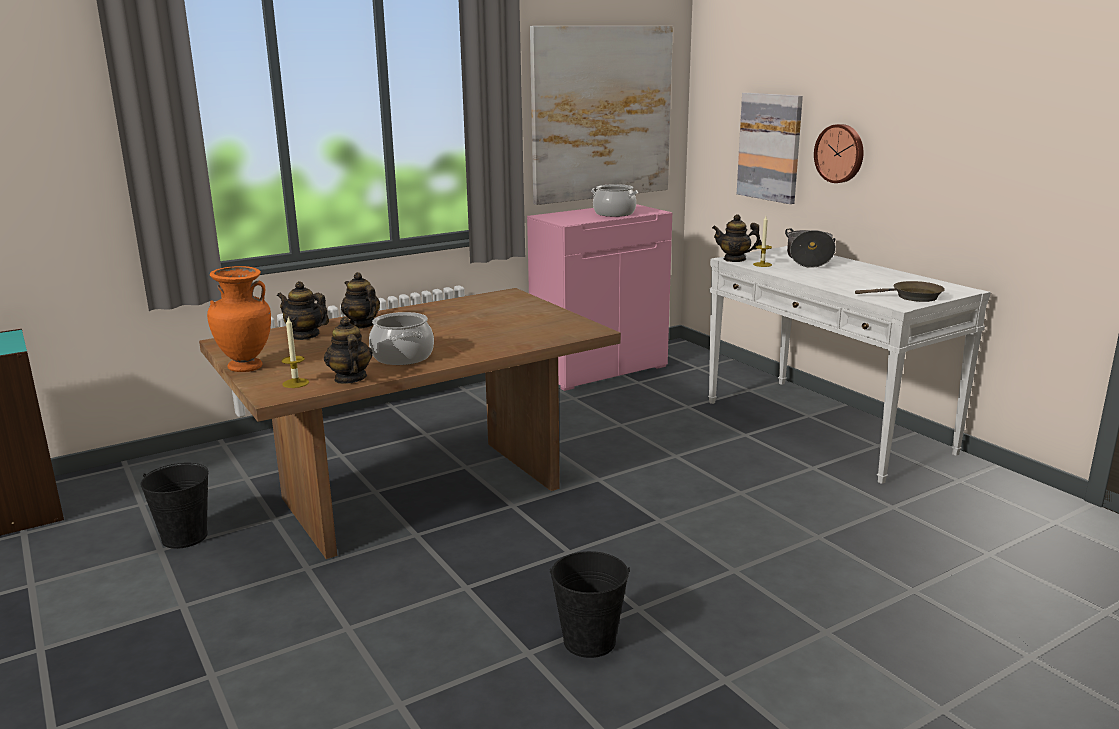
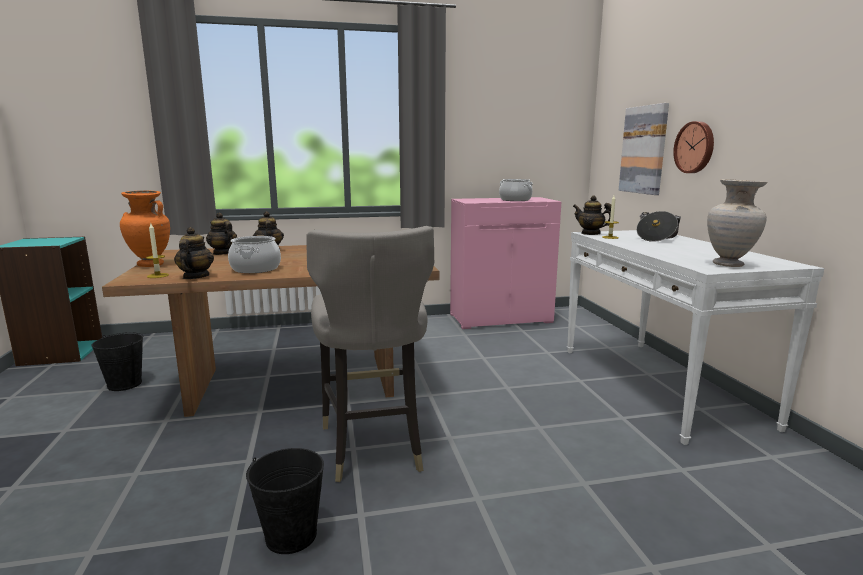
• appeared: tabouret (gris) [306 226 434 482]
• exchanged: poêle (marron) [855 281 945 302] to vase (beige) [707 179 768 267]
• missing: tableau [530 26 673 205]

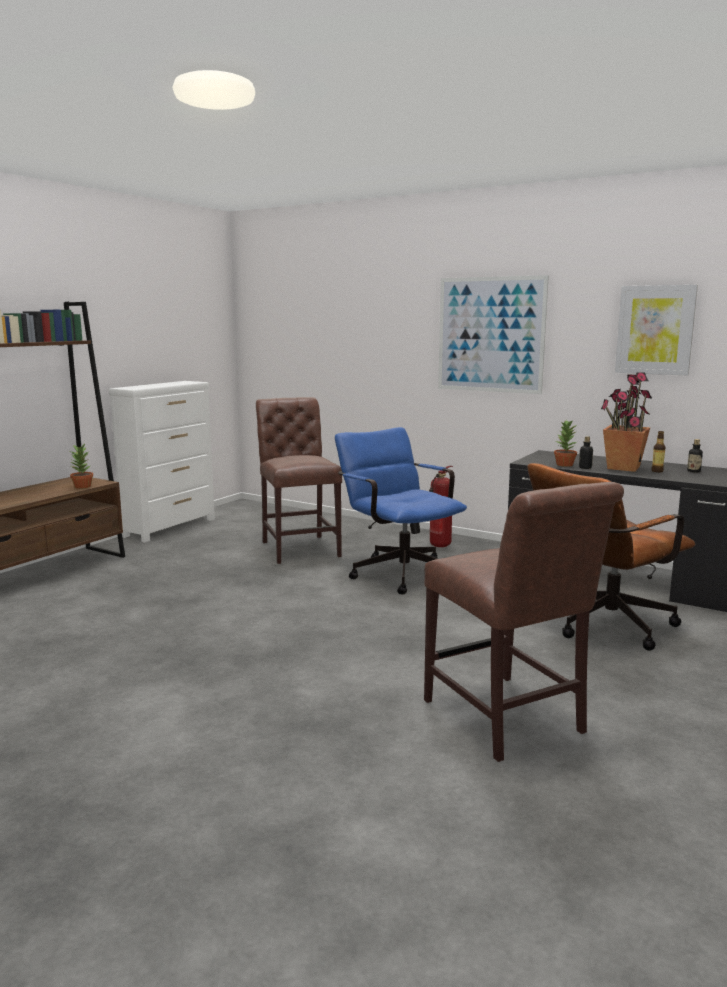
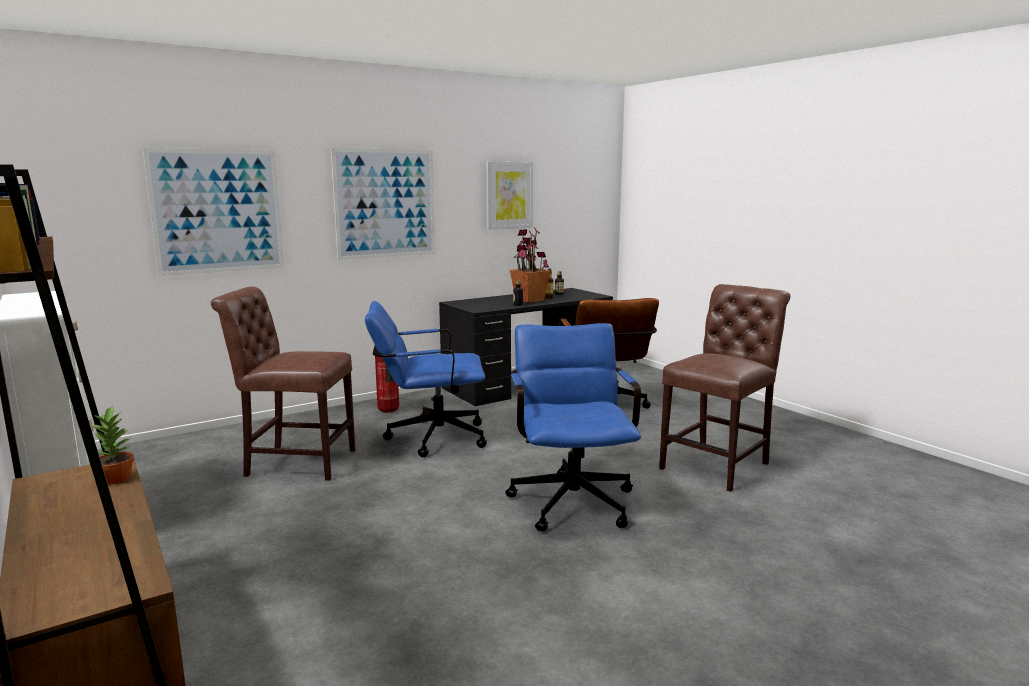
• appeared: tableau [143 148 284 276]
• appeared: chaise de bureau (bleu) [505 323 641 532]
• spun: chaise (marron) [424 482 624 762] = [659 284 790 492] 45 degrees counterclockwise
• missing: plante en pot [554 420 577 467]

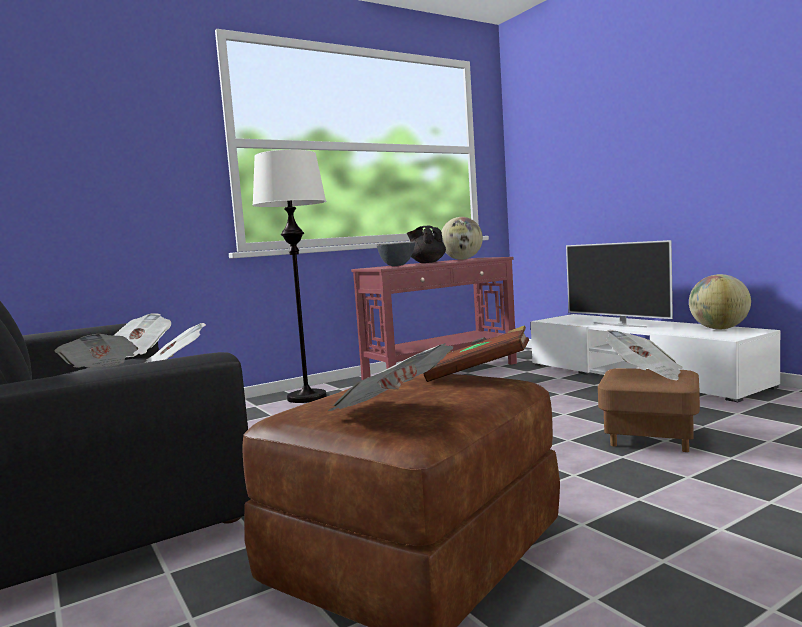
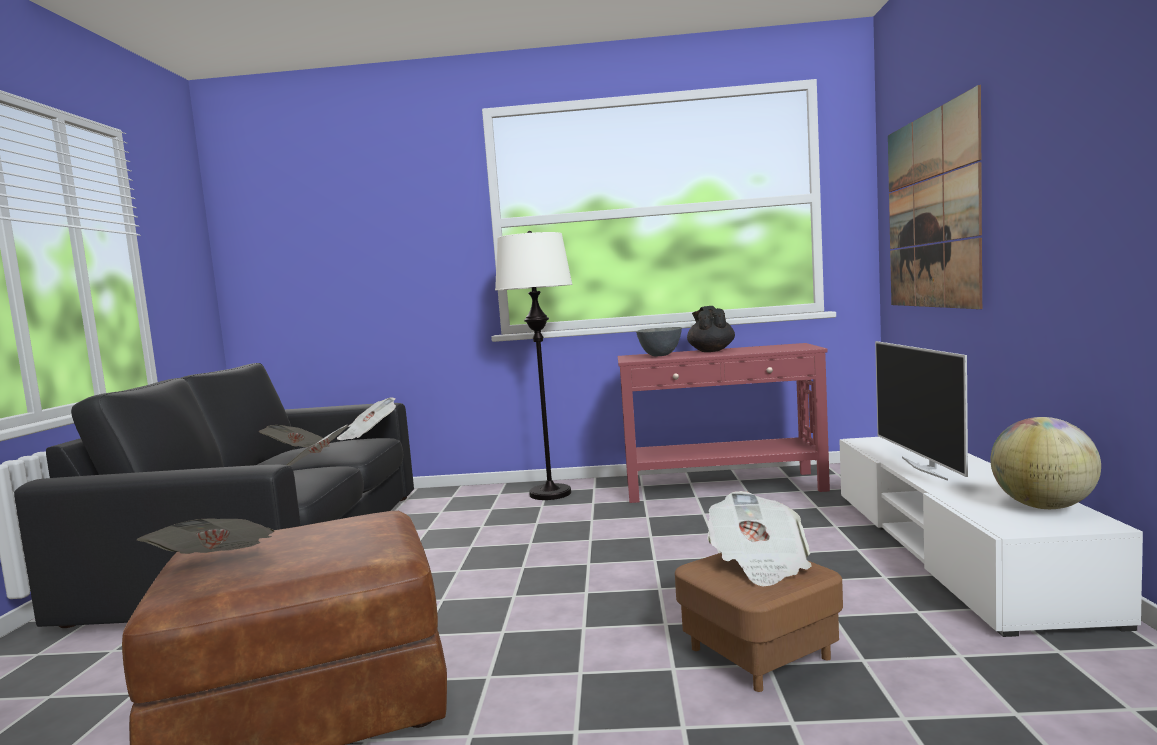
• appeared: tableau [888 85 982 309]
• missing: livre (marron) [423 326 529 382]
• missing: globe [441 217 483 260]

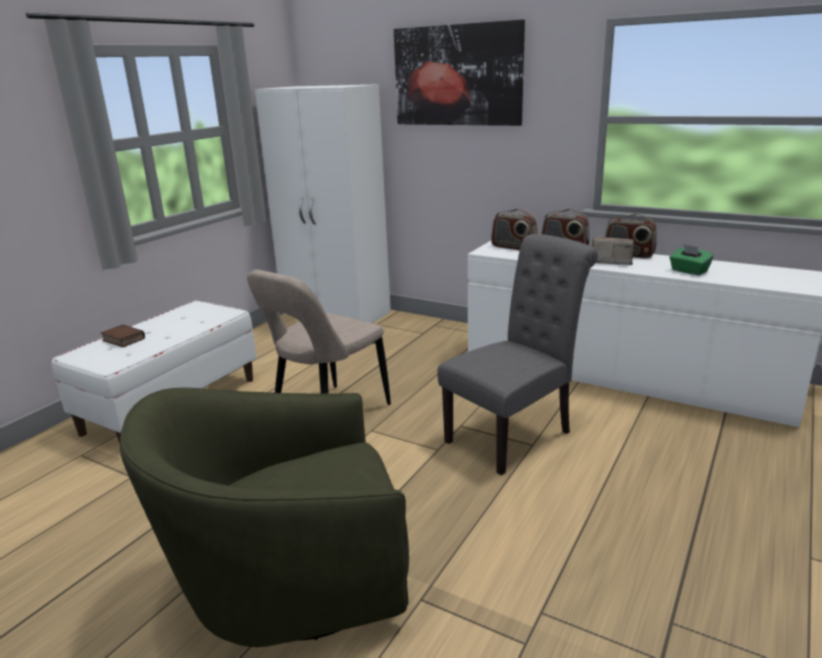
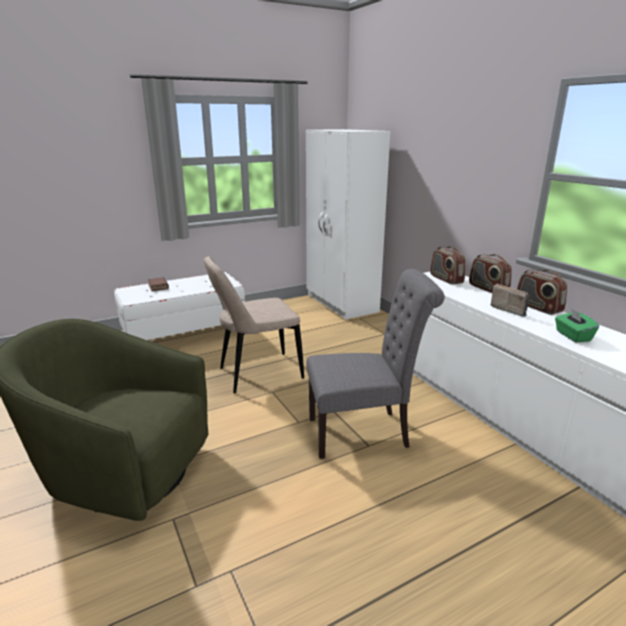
• missing: tableau [394 19 525 126]

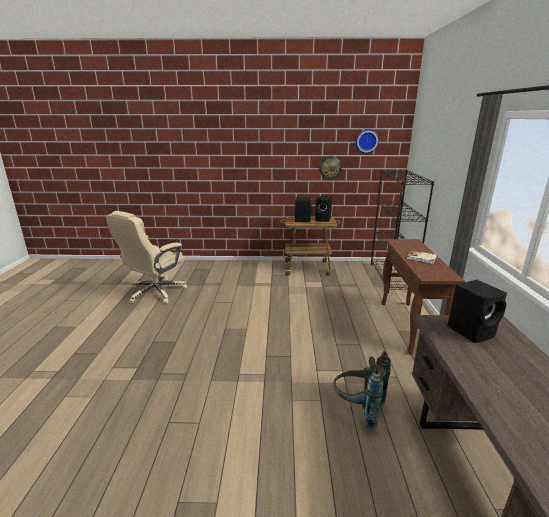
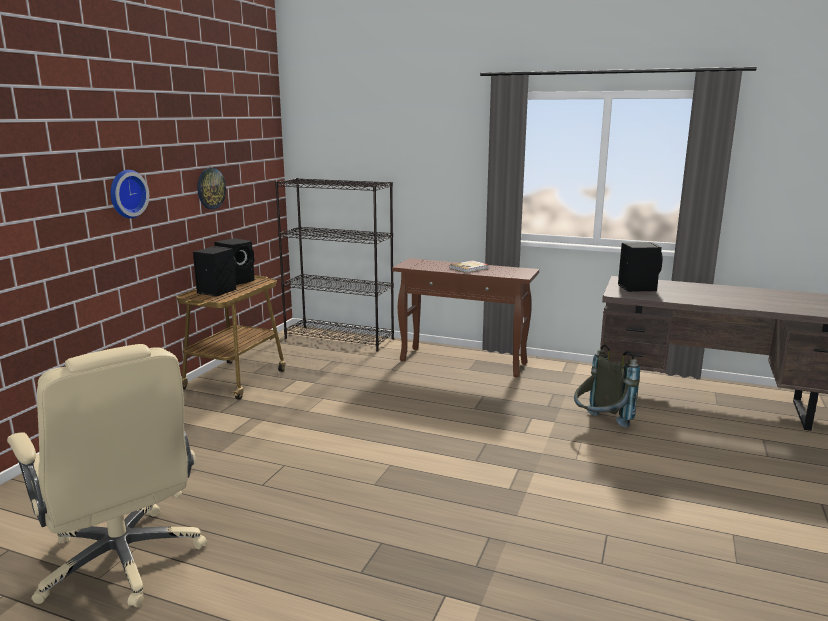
• relocated: horloge murale [356 129 379 153] to [111 170 149 219]

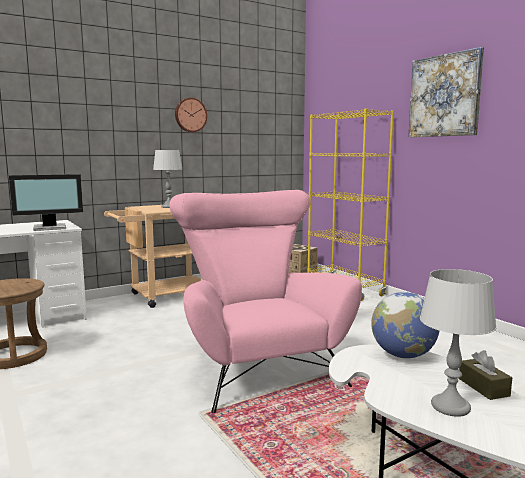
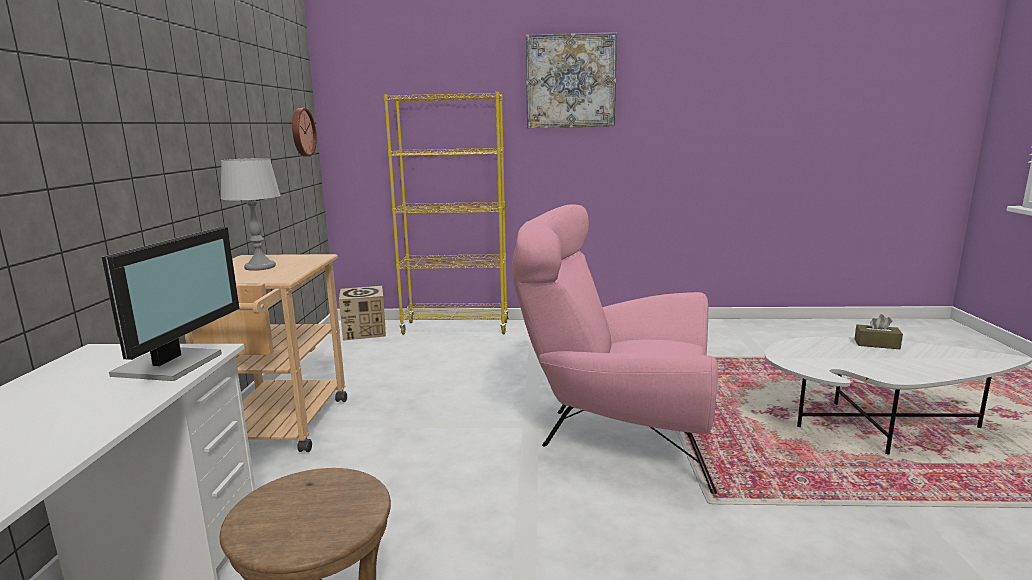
• relocated: horloge murale [175 98 207 132] to [292 108 317 157]
• missing: globe [371 292 439 359]
• missing: lampe de table (gris) [420 269 497 417]

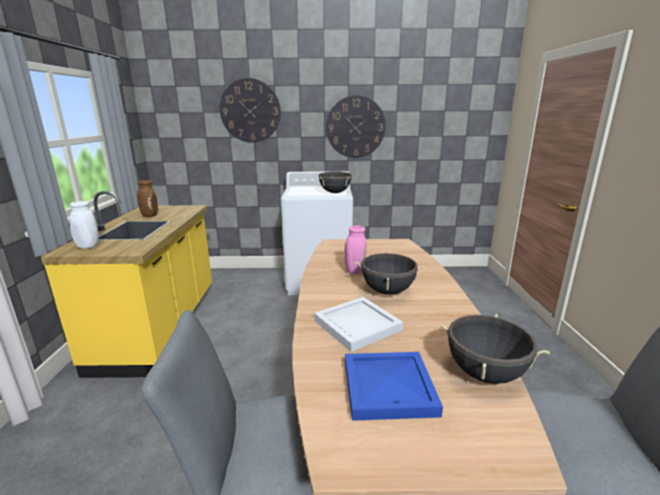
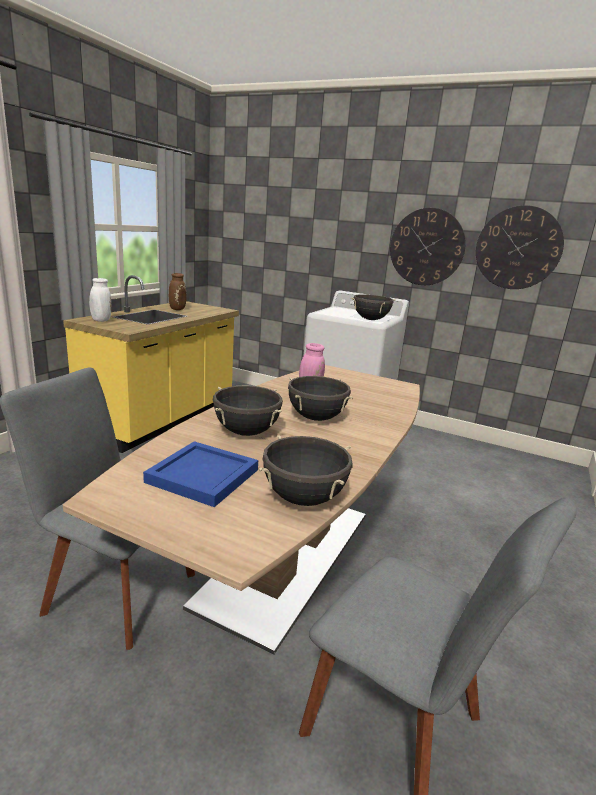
• exchanged: plateau (blanc) [314 297 403 352] to marmite (noir) [213 386 283 436]
• relocated: horloge murale [220 78 281 143] to [476 205 564 289]

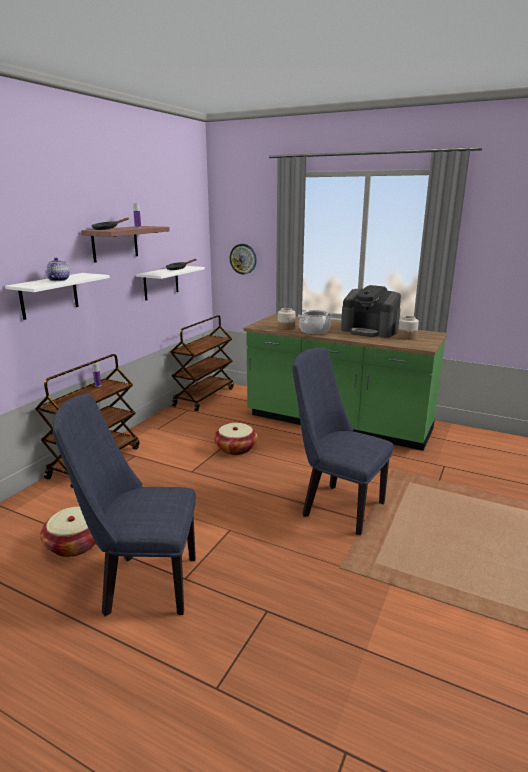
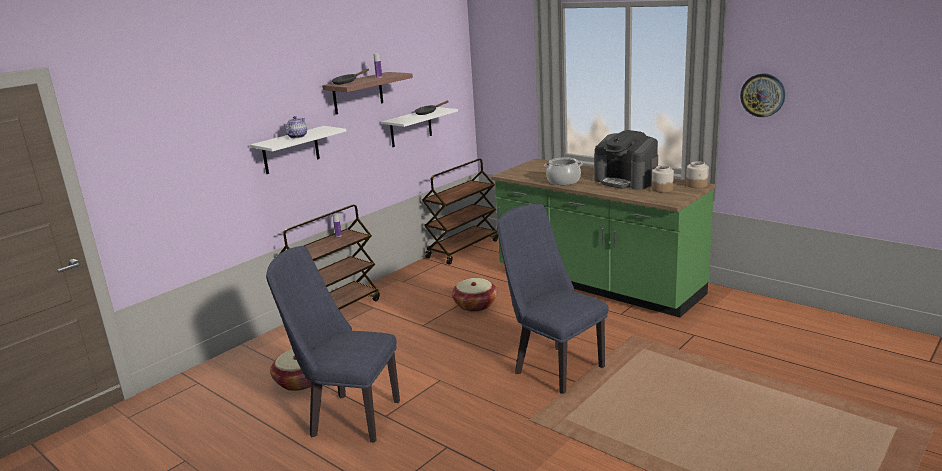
• relocated: bocal [278 308 295 330] to [686 161 709 188]
• relocated: horloge murale [229 244 257 275] to [740 73 785 117]

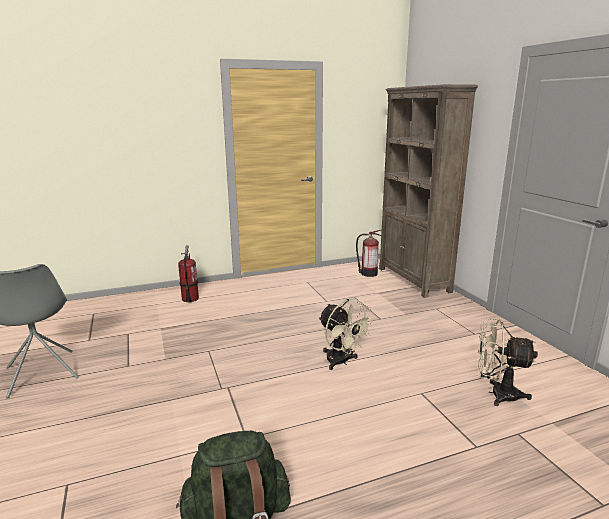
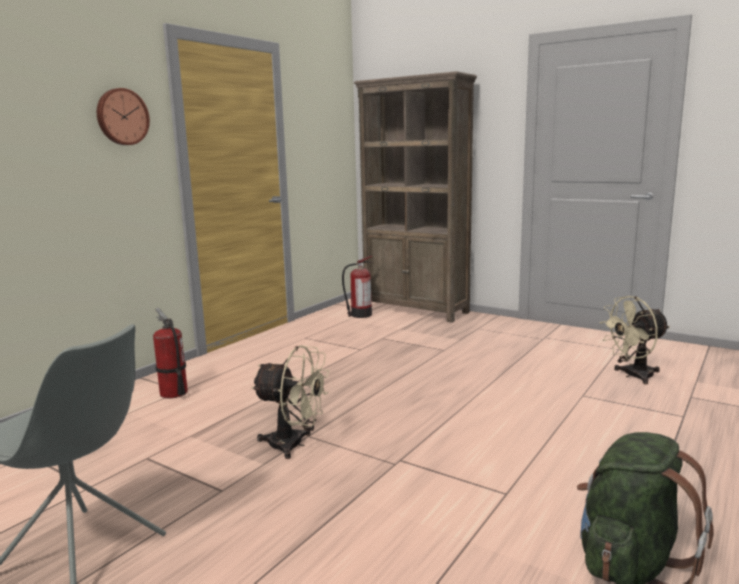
• appeared: horloge murale [97 88 150 145]
• relocated: ventilateur (beige) [319 299 374 370] to [251 345 329 459]

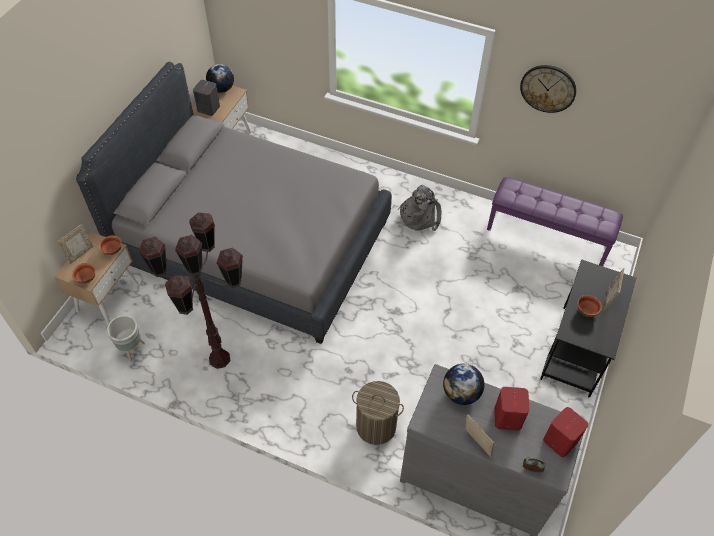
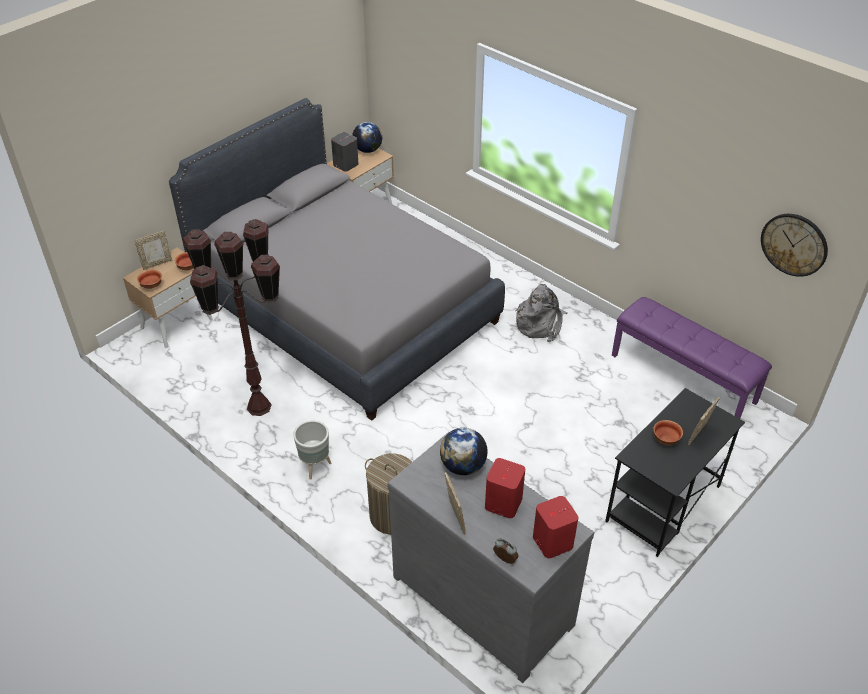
• relocated: cache-pot (gris) [107 315 145 362] to [293 421 332 480]
• relocated: horloge murale [520 65 576 113] to [761 214 828 277]

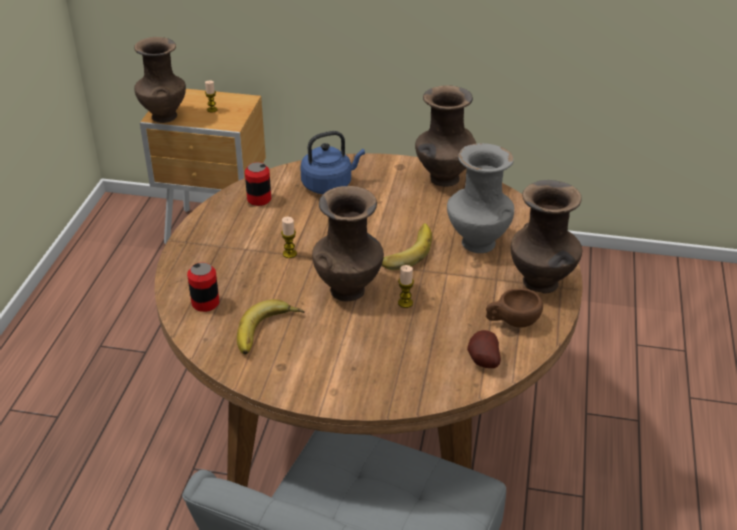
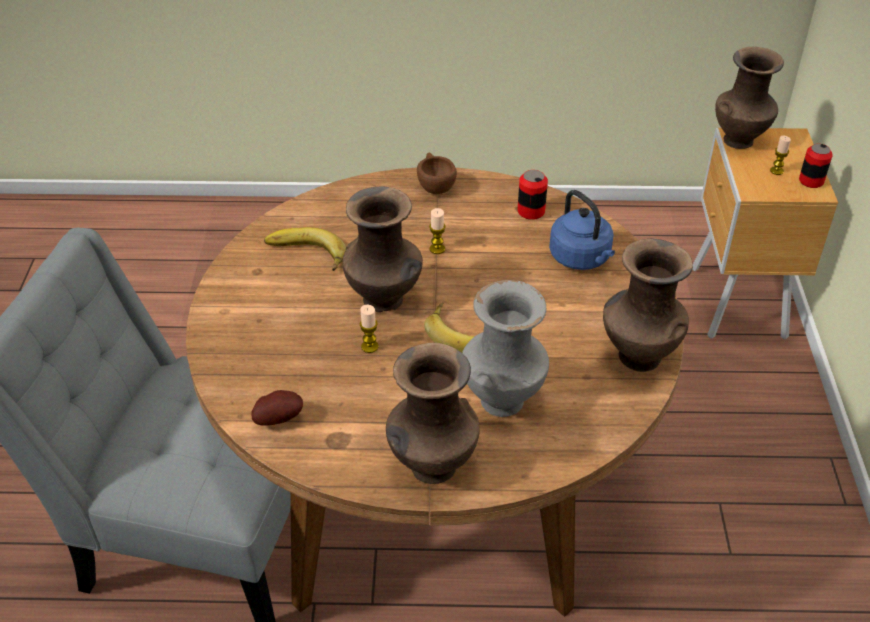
• relocated: tasse (marron) [486 289 543 328] to [417 153 457 194]
• relocated: boîte métallique [187 262 219 312] to [799 144 833 188]

